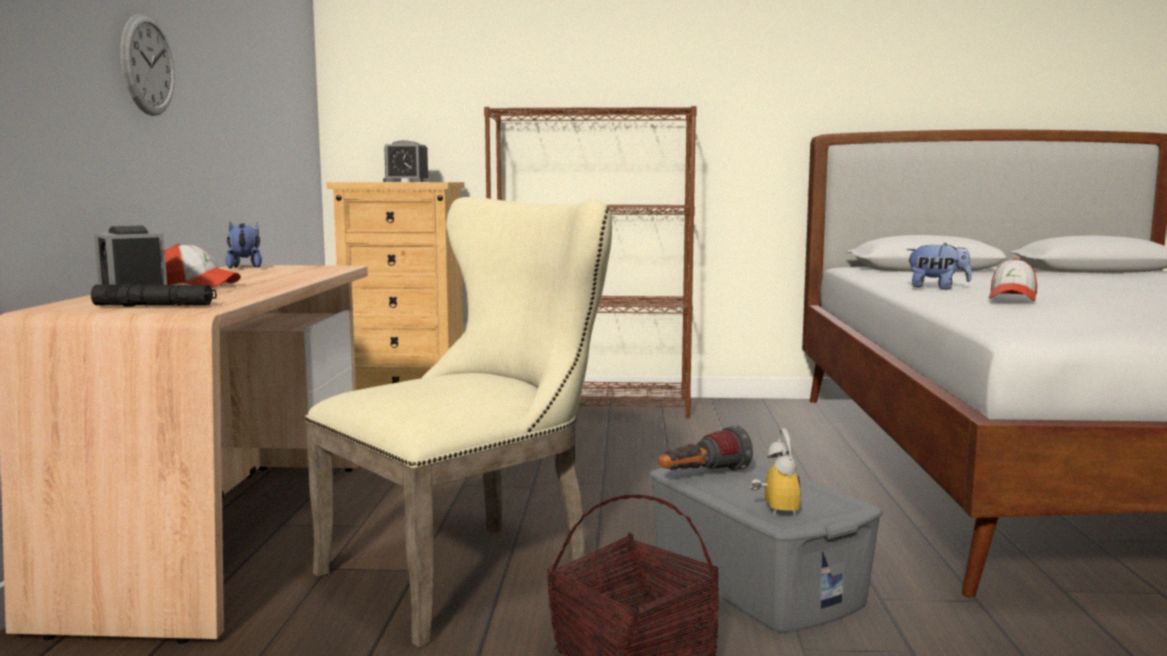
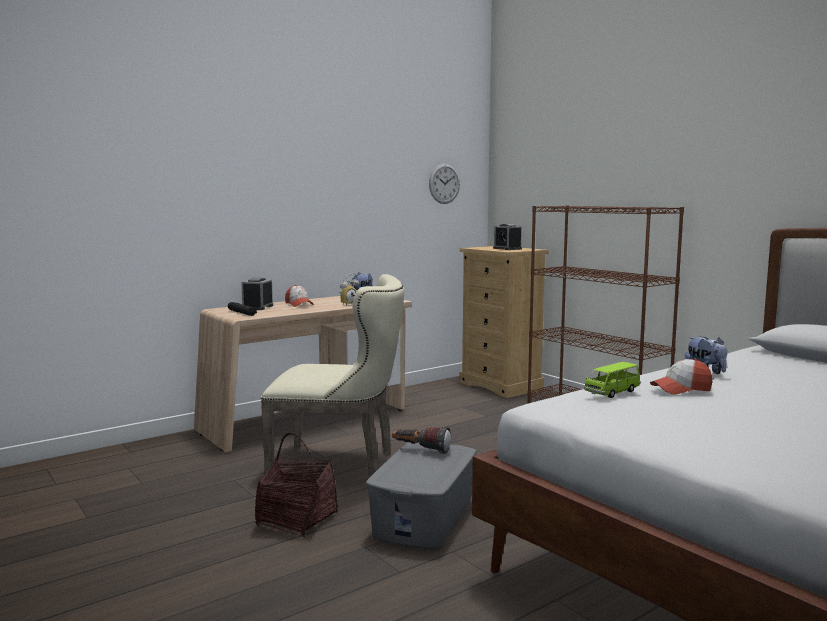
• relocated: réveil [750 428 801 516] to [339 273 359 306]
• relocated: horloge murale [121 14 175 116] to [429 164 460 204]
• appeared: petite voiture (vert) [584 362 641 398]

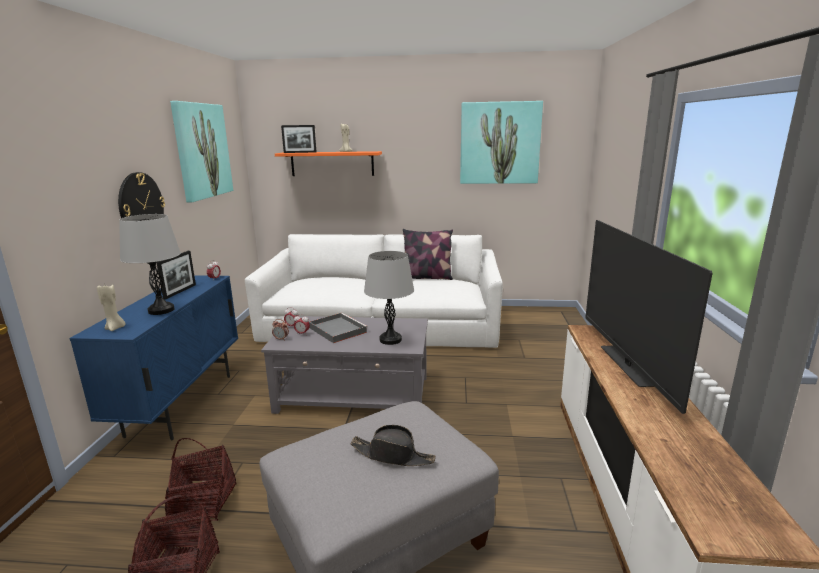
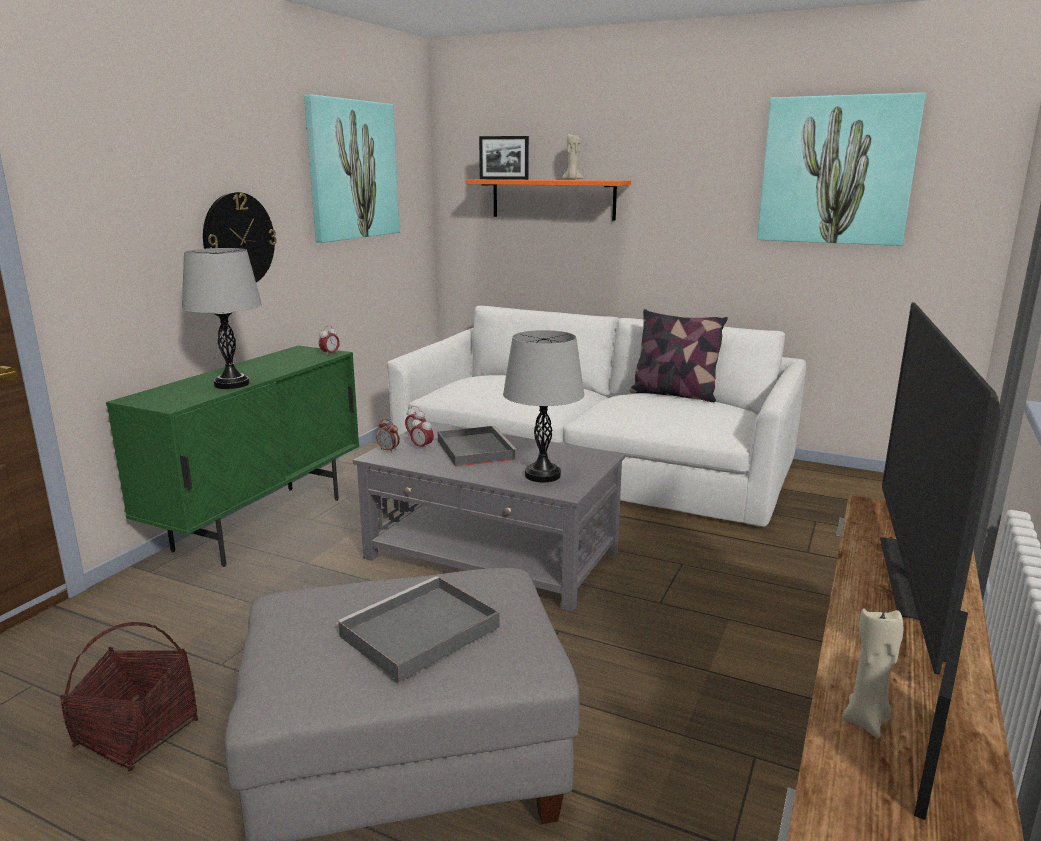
• colour: meuble de rangement (bleu) [69 275 238 441] to meuble de rangement (vert) [106 346 359 567]
• exchanged: chapeau (noir) [351 425 436 466] to plateau (gris) [336 576 500 682]
• relocated: bougie (beige) [97 283 125 331] to [842 606 903 738]
• relocated: cadre photo [157 251 196 300] to [914 610 968 820]
• missing: panier [165 438 237 521]

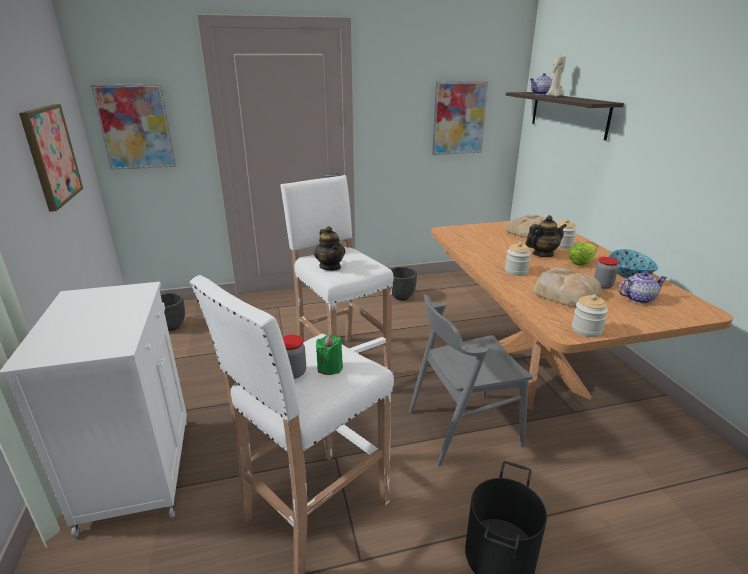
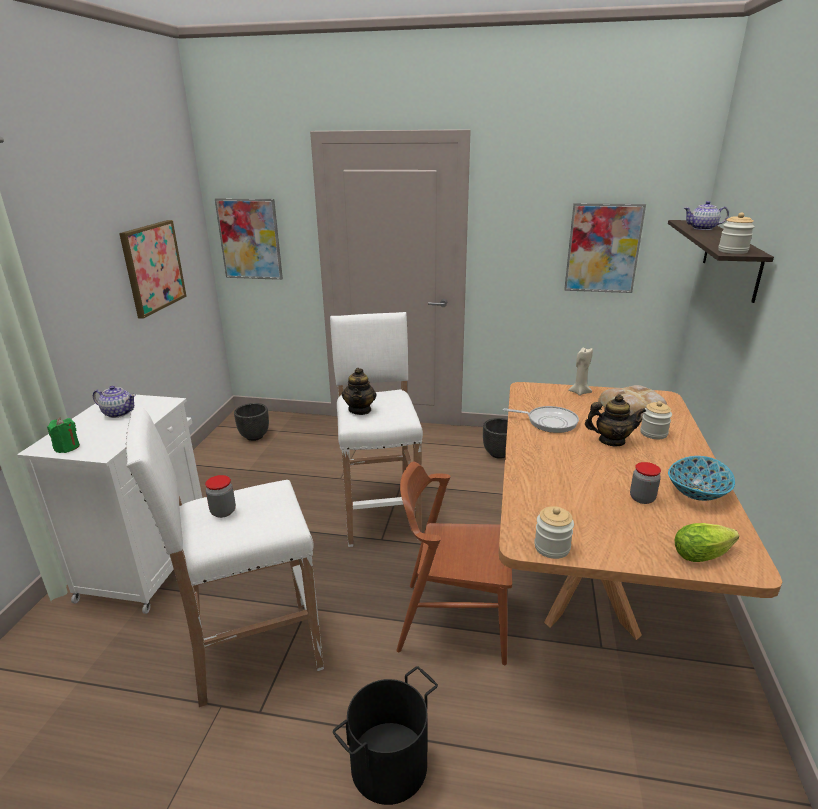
• relocated: bougie (vert) [316 334 343 375] to [47 418 80 453]
• relocated: théière [618 272 668 304] to [93 386 136 418]
• colour: chaise (gris) [409 295 533 466] to chaise (marron) [396 461 512 665]
• appeared: poêle [503 406 579 433]
• relocated: bougie (beige) [546 55 566 97] to [568 347 593 396]
• relocated: laitue [568 243 597 266] to [675 523 739 562]
• relocated: bocal [505 242 531 276] to [718 212 755 254]
• missing: pain [533 267 602 308]

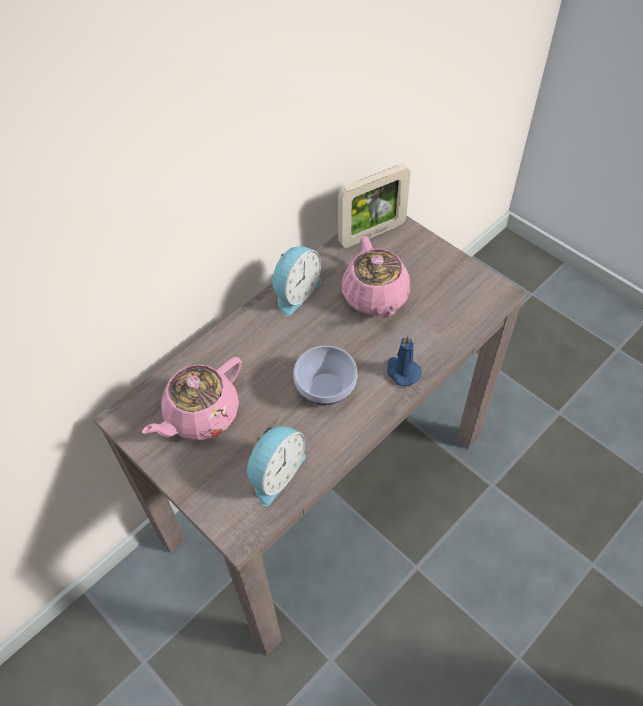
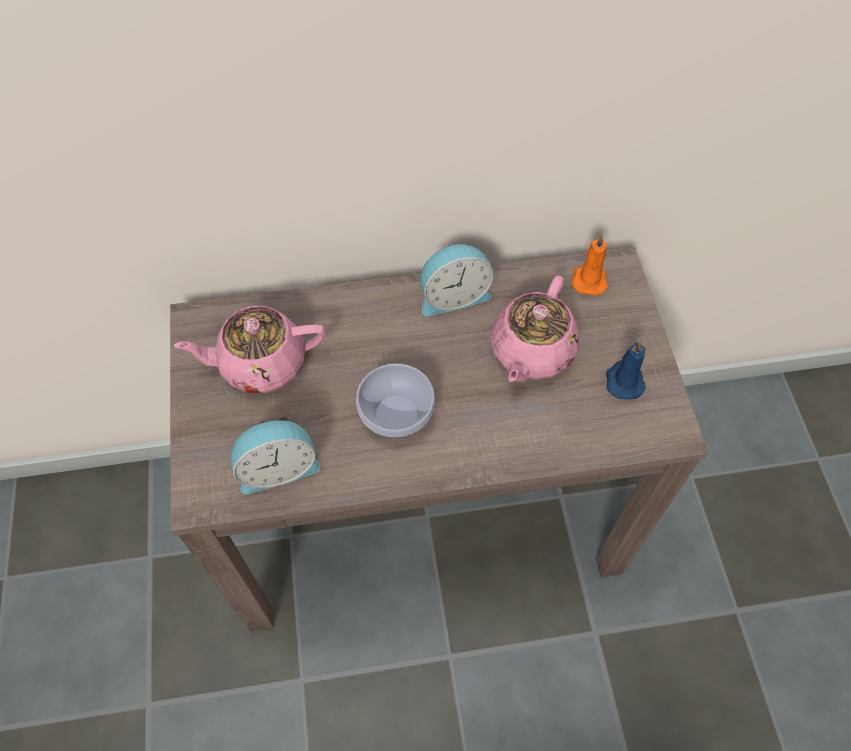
• exchanged: cadre photo [338 164 411 248] to bougie (orange) [571 235 608 296]
• relocated: bougie (bleu) [387 335 422 386] to [606 341 646 399]

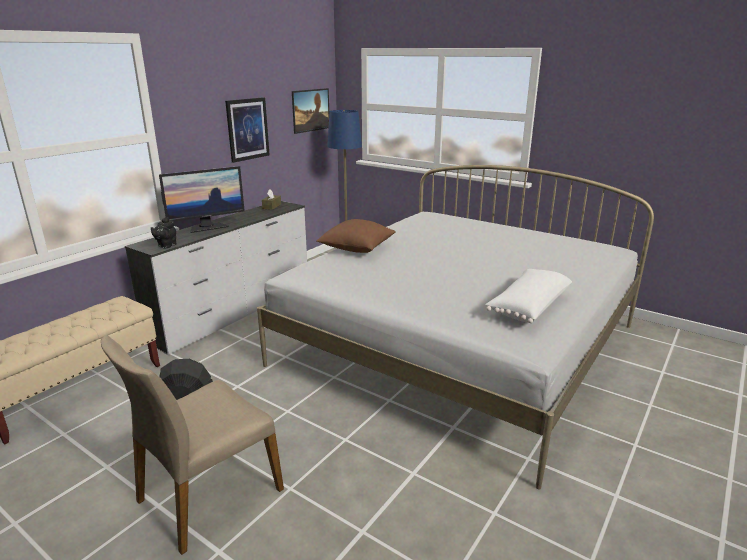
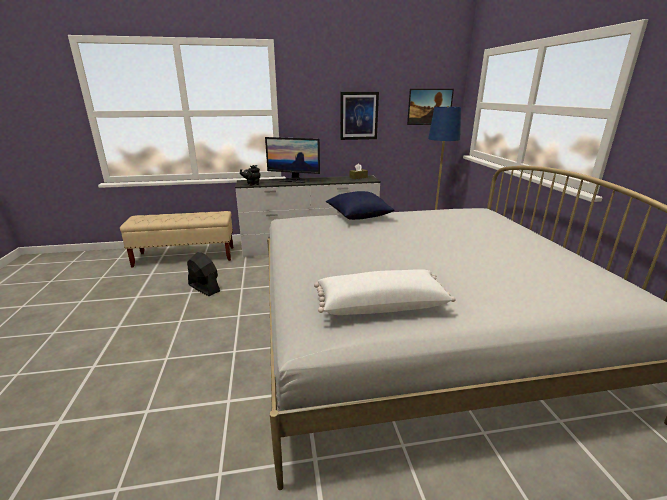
• colour: coussin (marron) [316 219 396 253] to coussin (bleu) [326 191 394 220]
• missing: chaise (beige) [101 335 284 555]

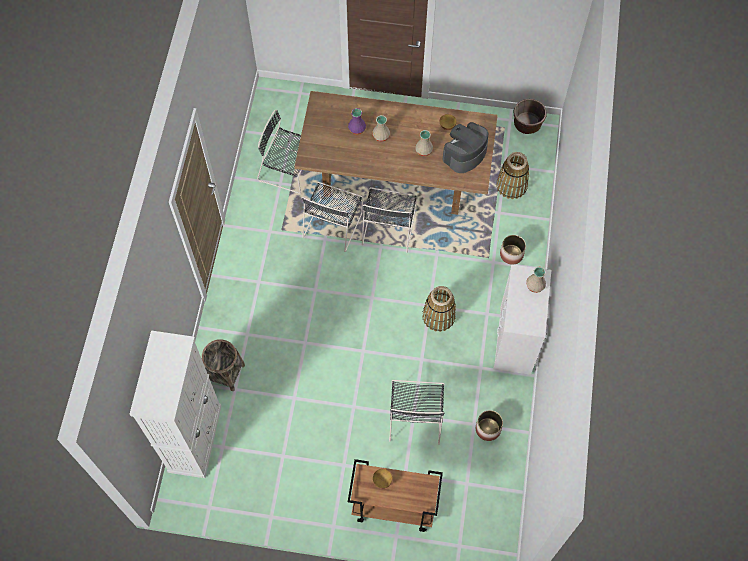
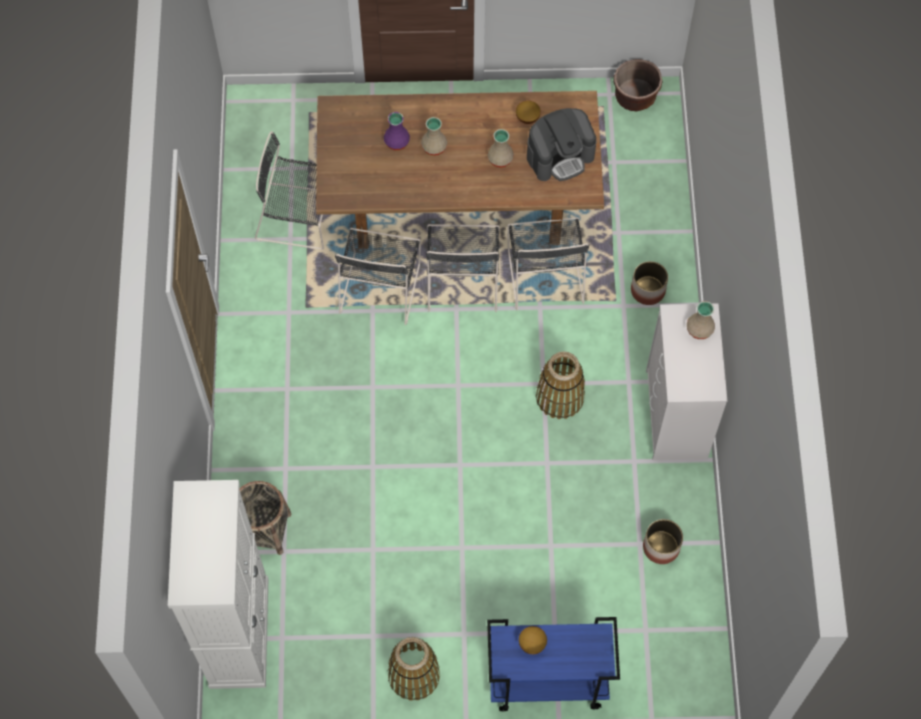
• relocated: panier [496 152 529 199] to [388 637 440 700]
• colour: chariot (marron) [348 459 443 532] to chariot (bleu) [487 617 620 711]
• relocated: chaise (noir) [389 380 445 445] to [507 217 589 310]
• spun: machine à café [442 122 488 173] = [527 108 597 181] 150 degrees counterclockwise

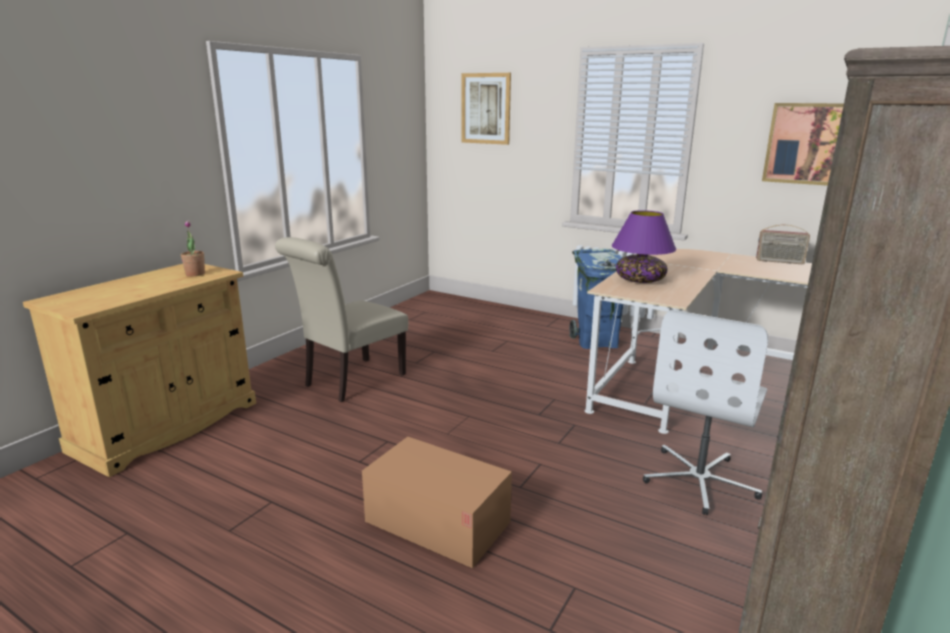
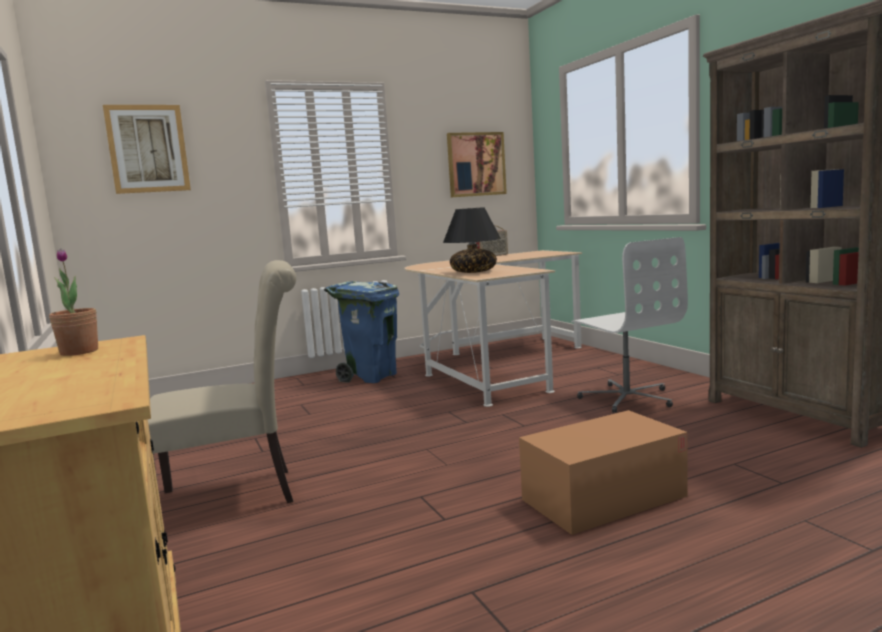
• spun: chaise (beige) [275 237 408 402] = [148 260 296 503] 90 degrees counterclockwise
• colour: lampe de table (violet) [612 210 676 283] to lampe de table (noir) [443 207 501 273]

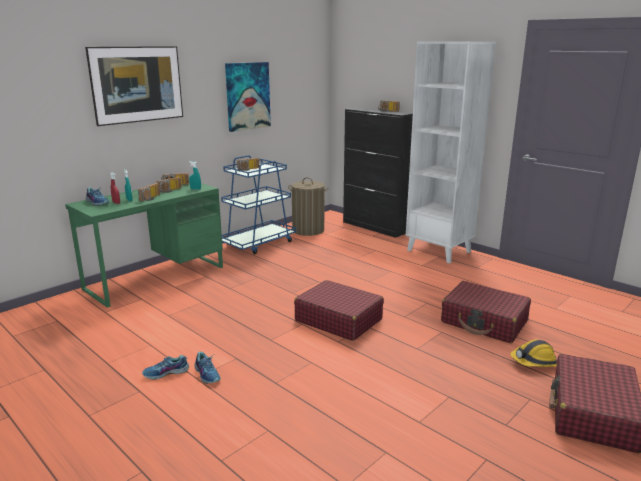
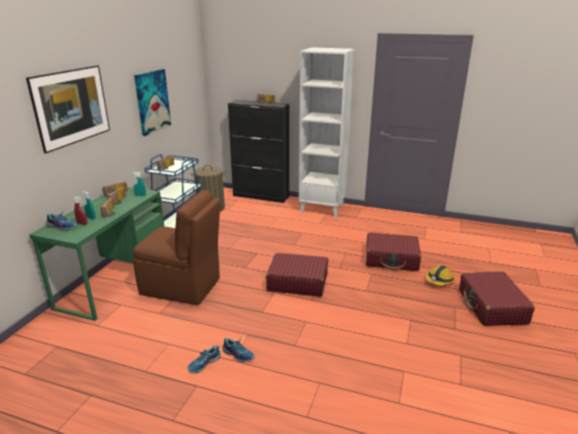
• appeared: chaise (marron) [133 190 221 305]

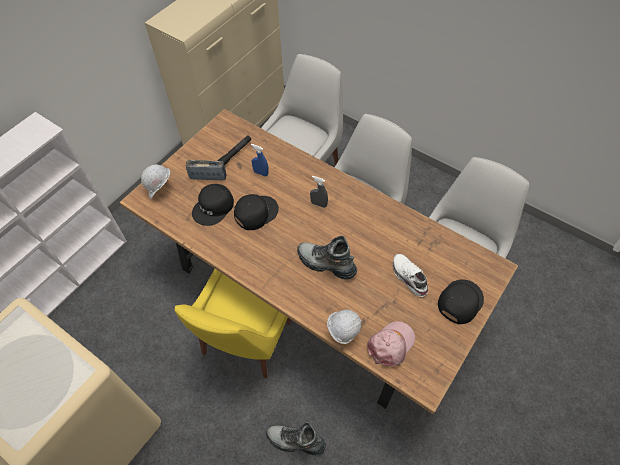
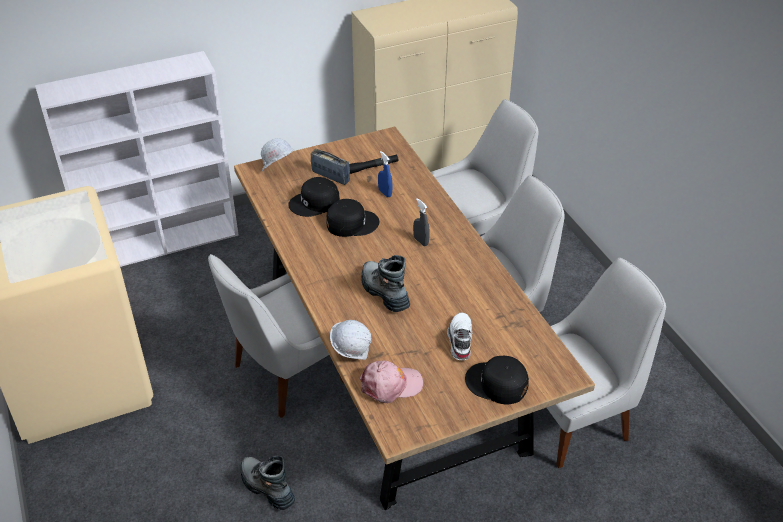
• colour: chaise (jaune) [174 269 291 378] to chaise (blanc) [208 254 343 418]
• spun: casquette (noir) [438 279 484 324] = [465 356 529 404] 135 degrees counterclockwise

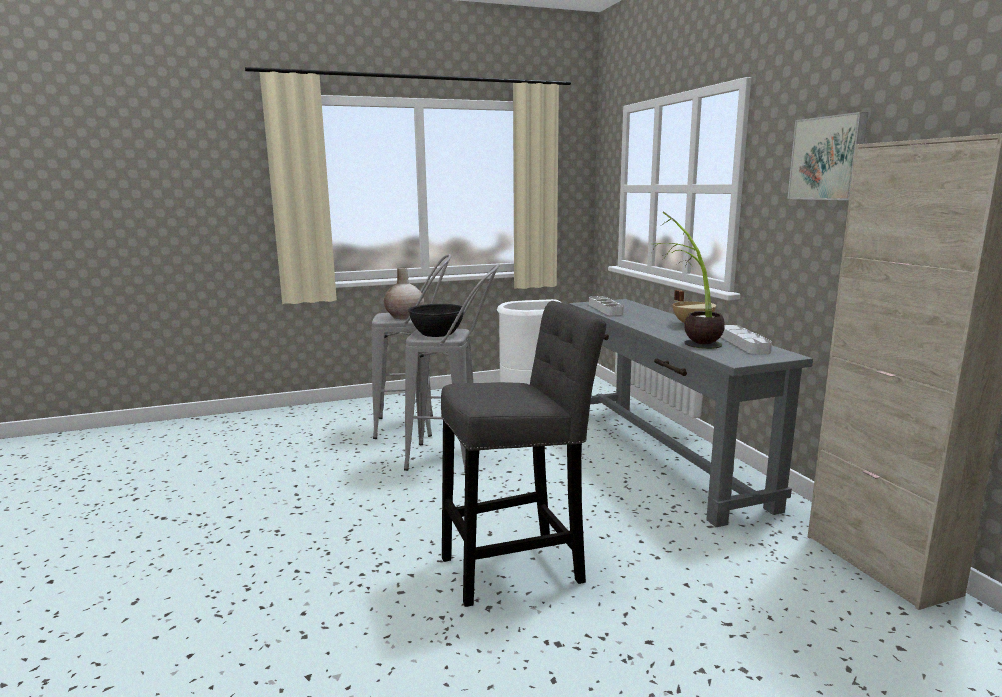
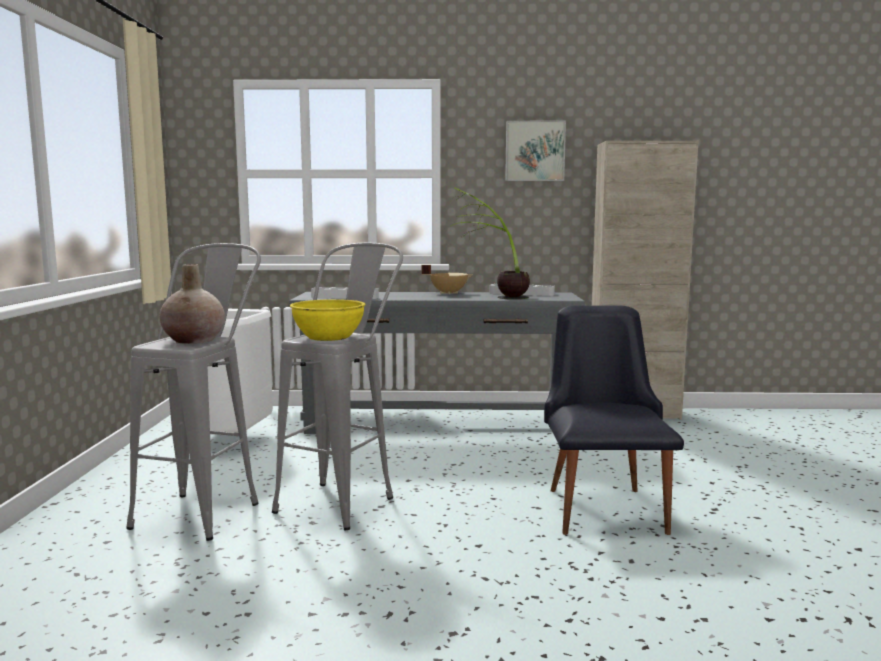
• colour: bol (noir) [408 304 465 337] to bol (jaune) [290 299 366 341]
• exchanged: tabouret (gris) [441 301 606 607] to chaise (noir) [544 306 684 535]

